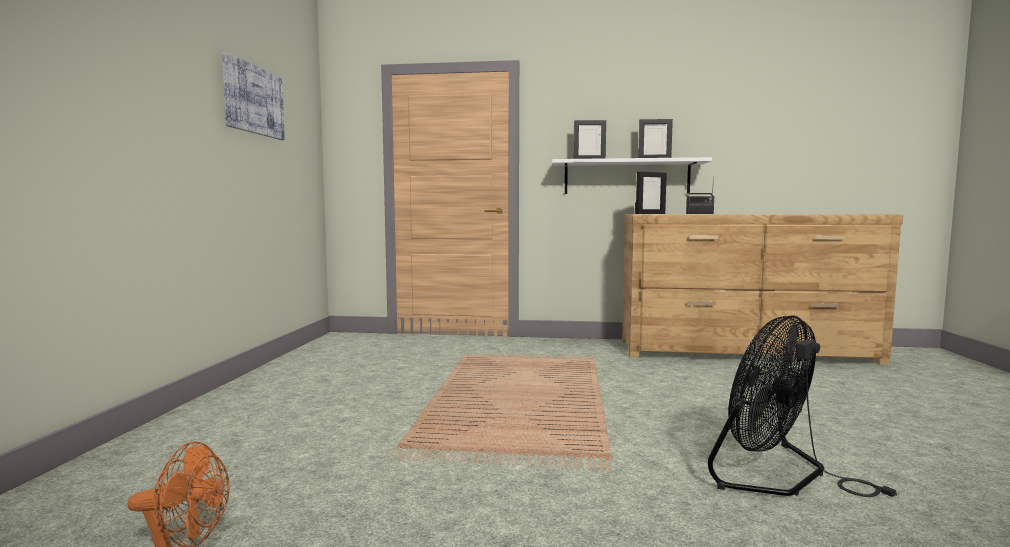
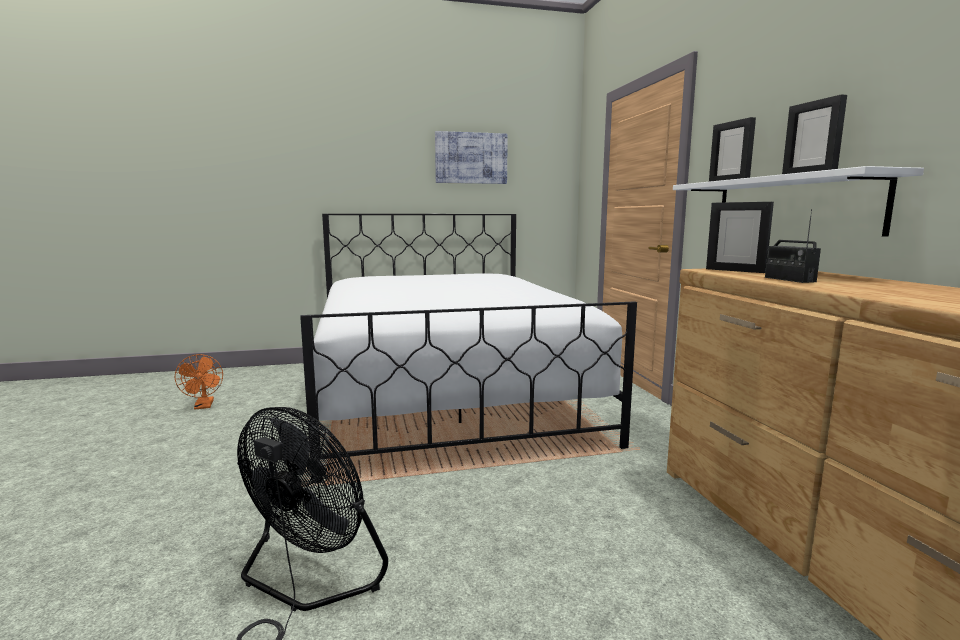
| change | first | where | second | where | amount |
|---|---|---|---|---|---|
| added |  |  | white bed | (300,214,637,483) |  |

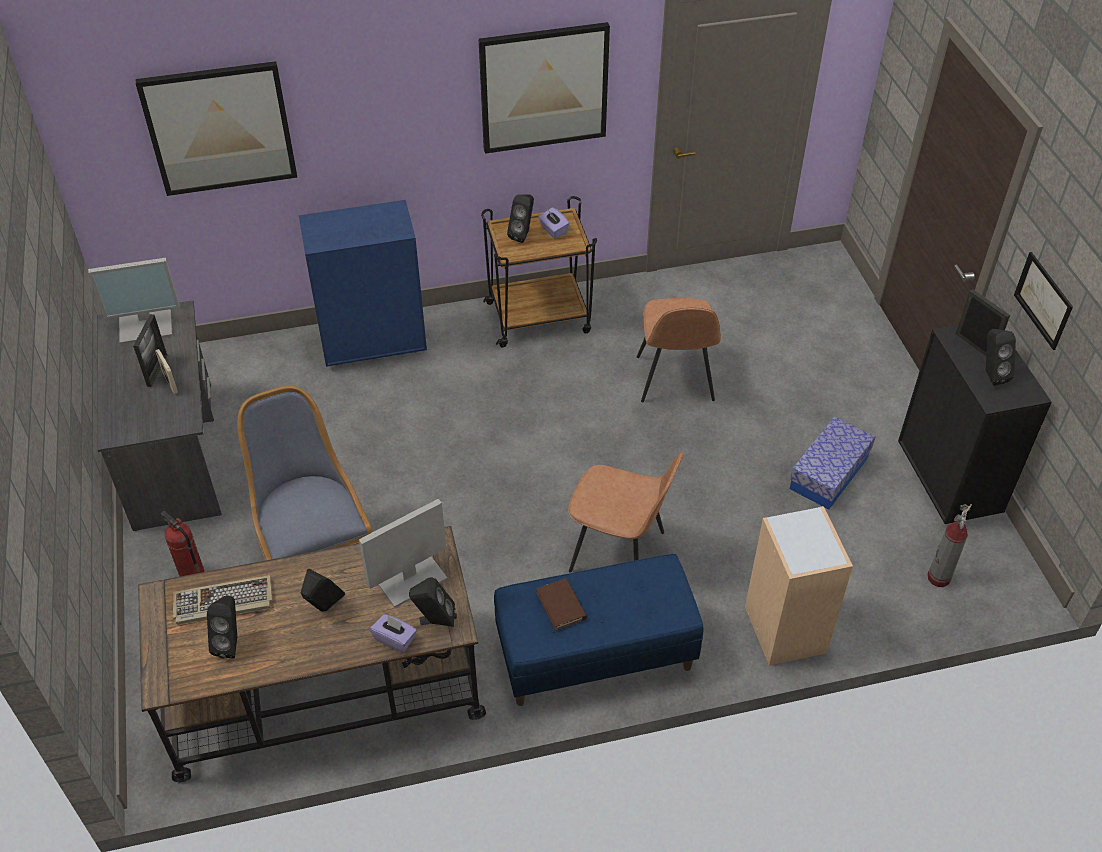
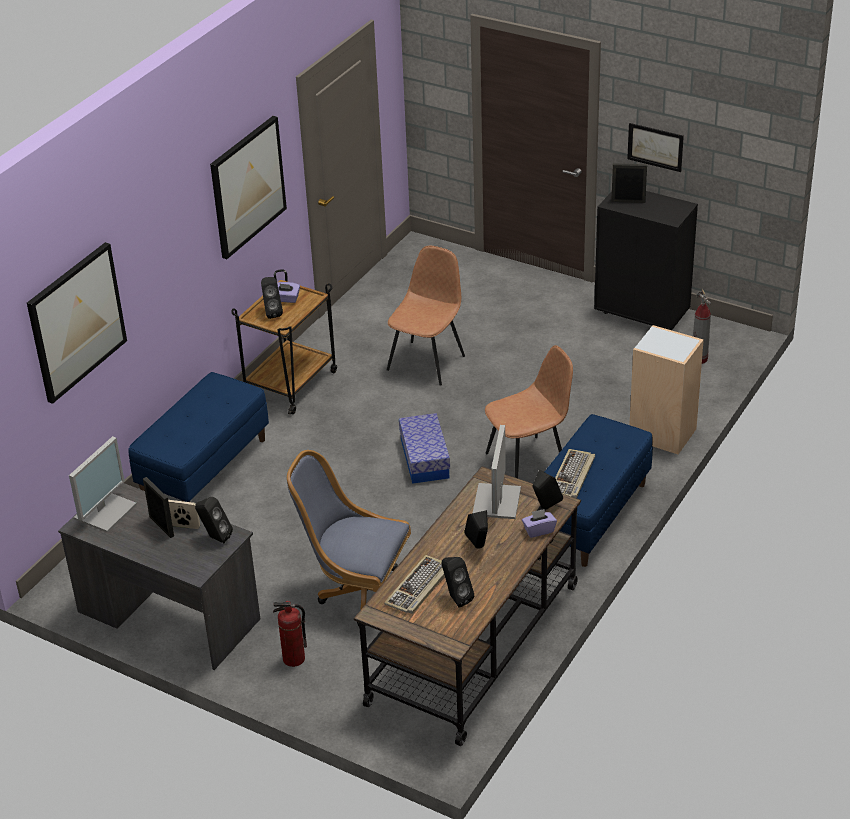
| change | first | where | second | where | amount |
|---|---|---|---|---|---|
| replaced | blue cabinet | (299,200,427,367) | blue bench | (129,372,269,502) |  |
| moved | black speaker | (986,329,1016,386) |  | (195,497,233,543) |  |
| turned | brown chair | (637,298,721,403) |  | (387,246,465,385) | 105 degrees counterclockwise |
| moved | storage box | (790,416,875,510) |  | (399,413,450,484) |  |
| replaced | brown book | (536,578,587,630) | keyboard | (555,449,595,498) |  |

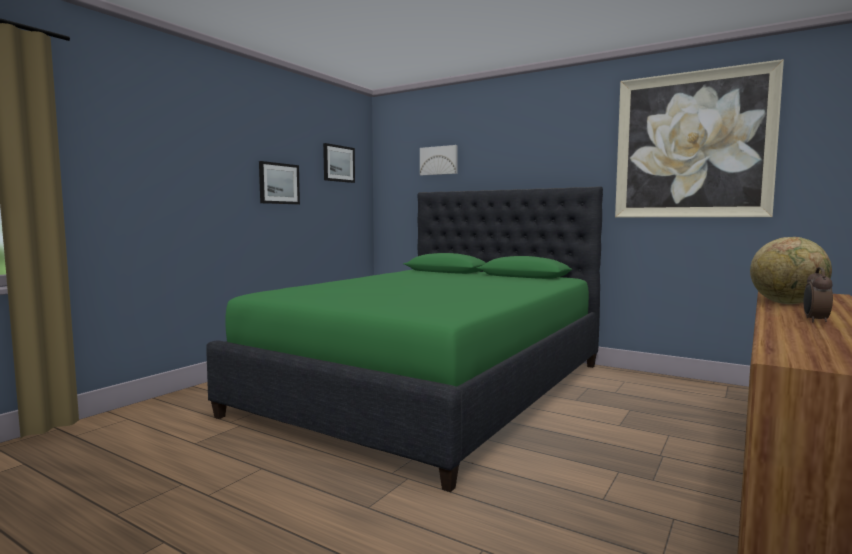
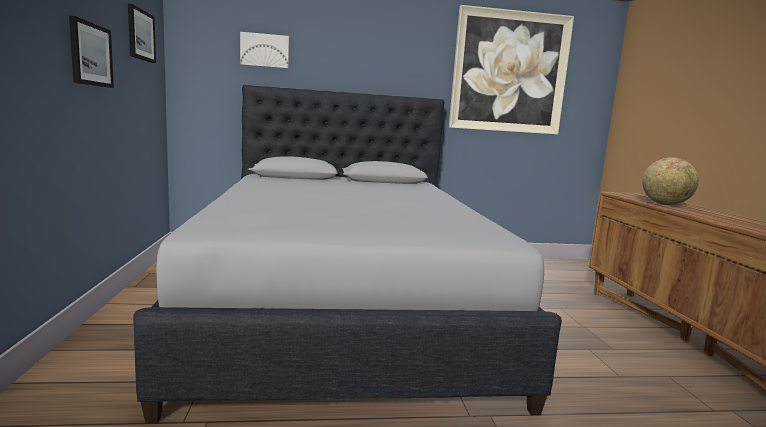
| change | first | where | second | where | amount |
|---|---|---|---|---|---|
| recoloured | green bed | (206,186,603,492) | grey bed | (133,85,562,424) |  |
| removed | alarm clock | (803,267,833,323) |  |  |  |

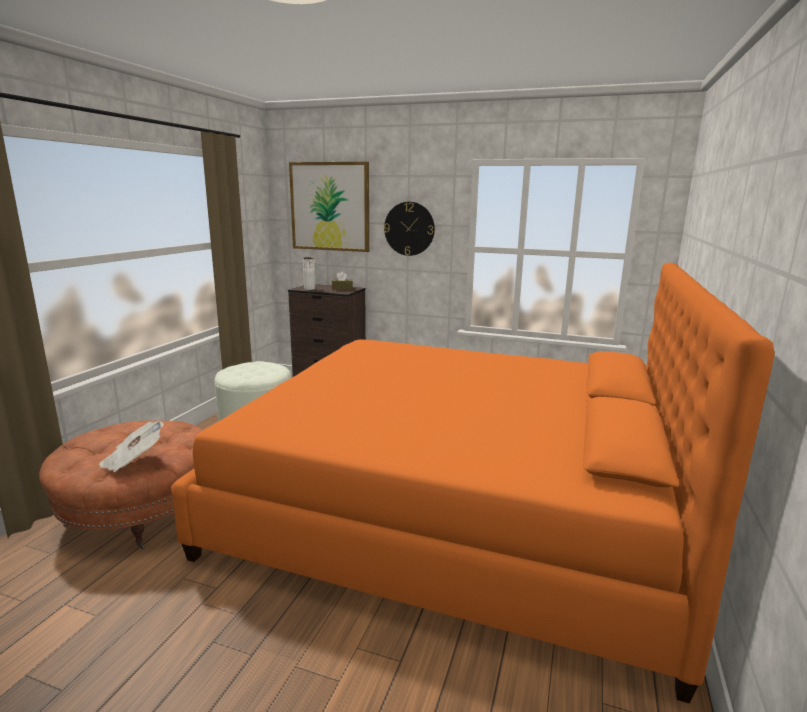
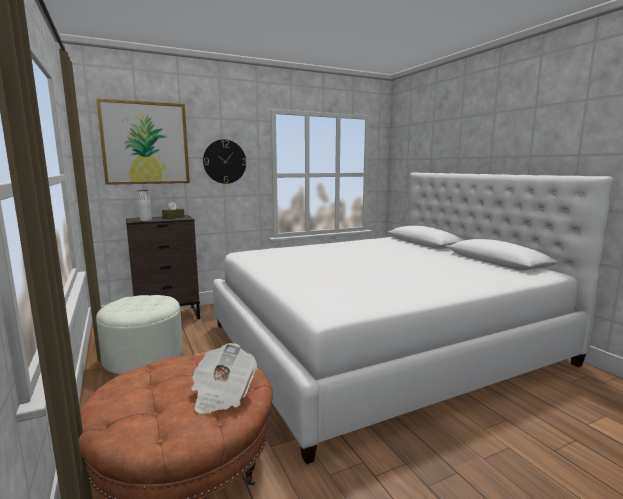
| change | first | where | second | where | amount |
|---|---|---|---|---|---|
| recoloured | orange bed | (171,262,775,704) | white bed | (213,172,614,464) |  |

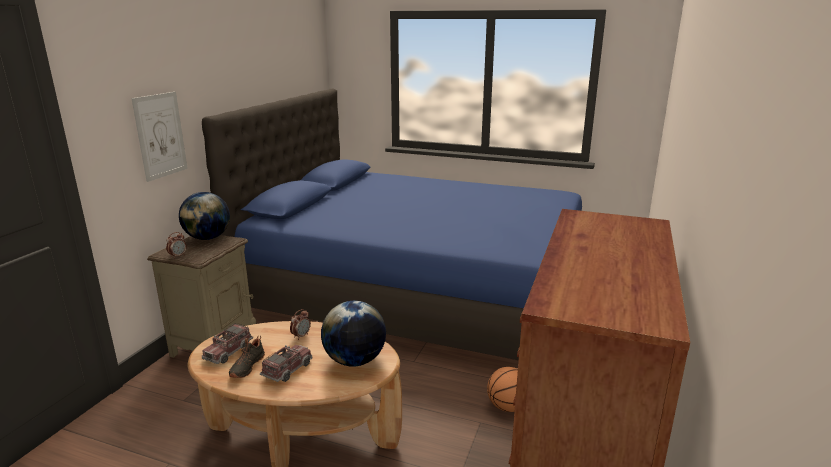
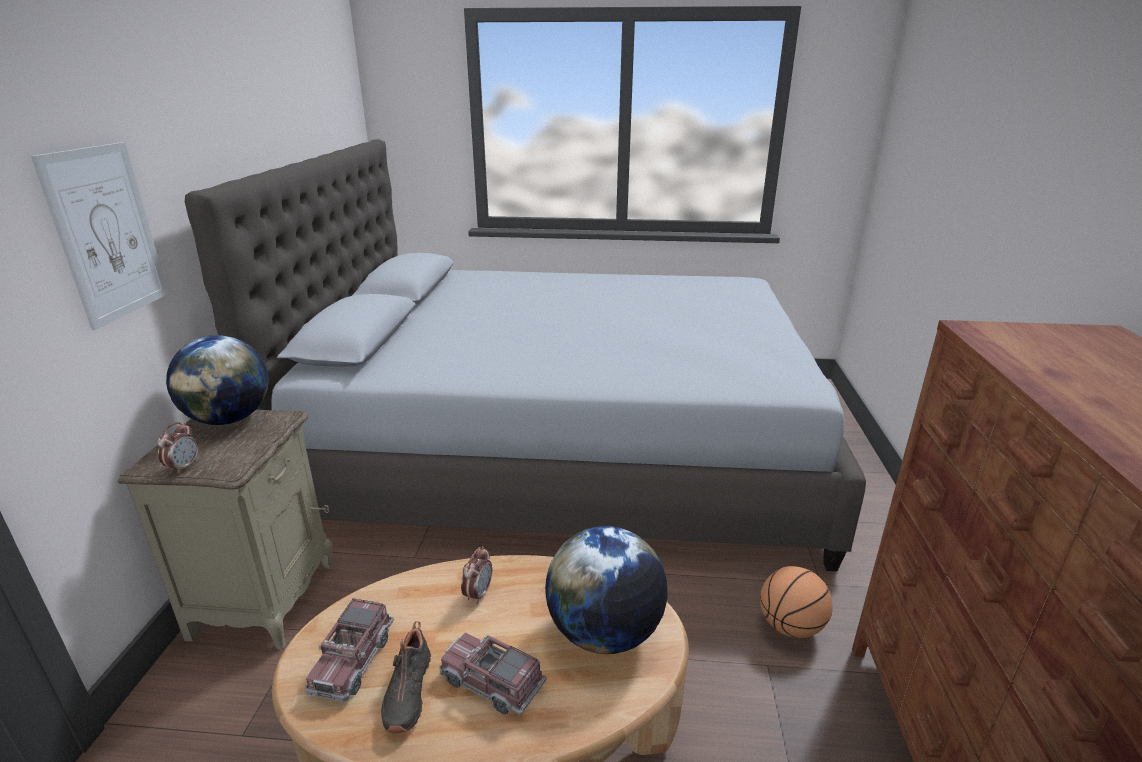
| change | first | where | second | where | amount |
|---|---|---|---|---|---|
| recoloured | blue bed | (202,88,582,360) | grey bed | (185,139,866,571) |  |
| turned | toy truck | (260,345,312,382) |  | (439,632,547,715) | 75 degrees counterclockwise |

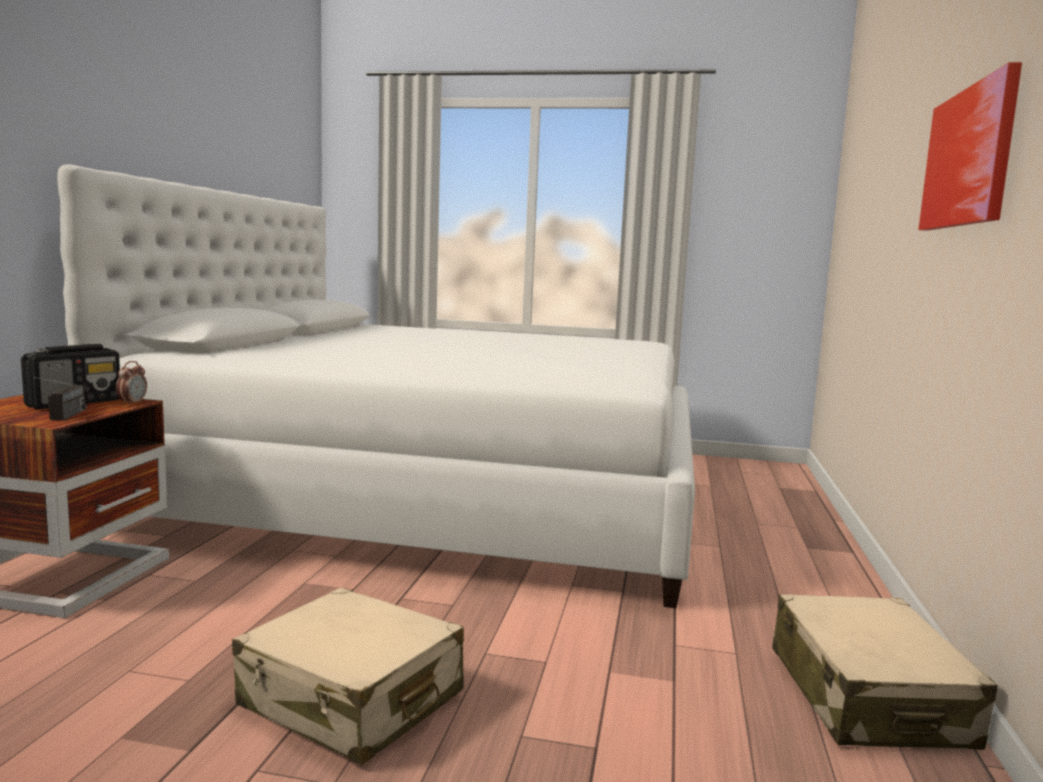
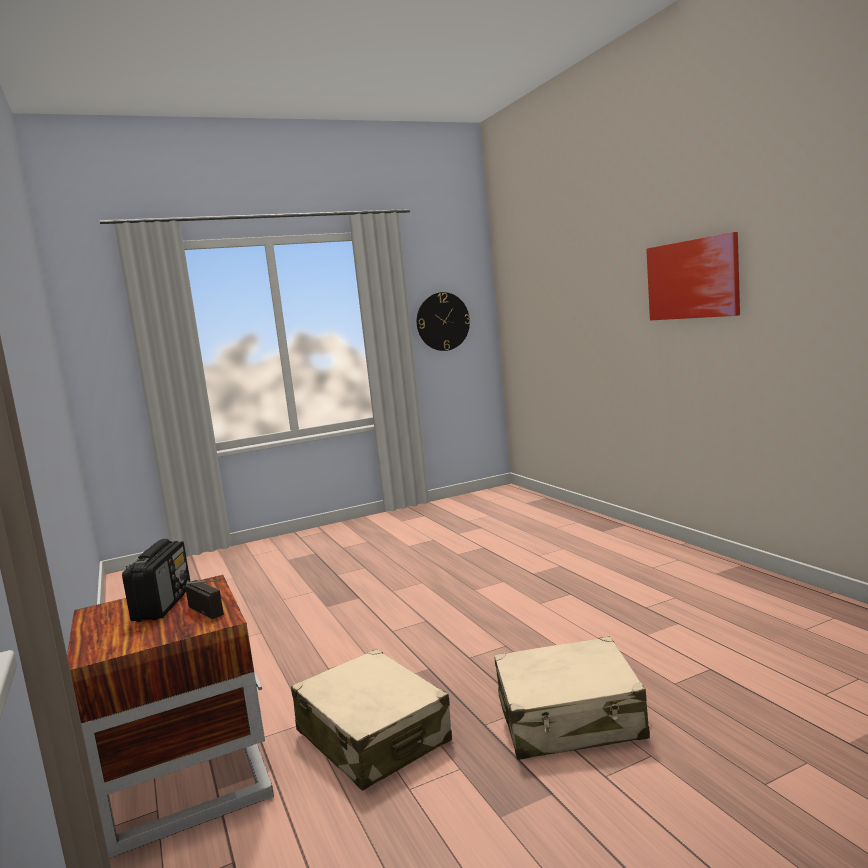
| change | first | where | second | where | amount |
|---|---|---|---|---|---|
| moved | beige suitcase | (772,594,998,750) |  | (291,649,452,791) |  |
| added |  |  | wall clock | (417,292,470,351) |  |
| removed | white bed | (57,164,695,608) |  |  |  |
| removed | alarm clock | (116,361,147,406) |  |  |  |

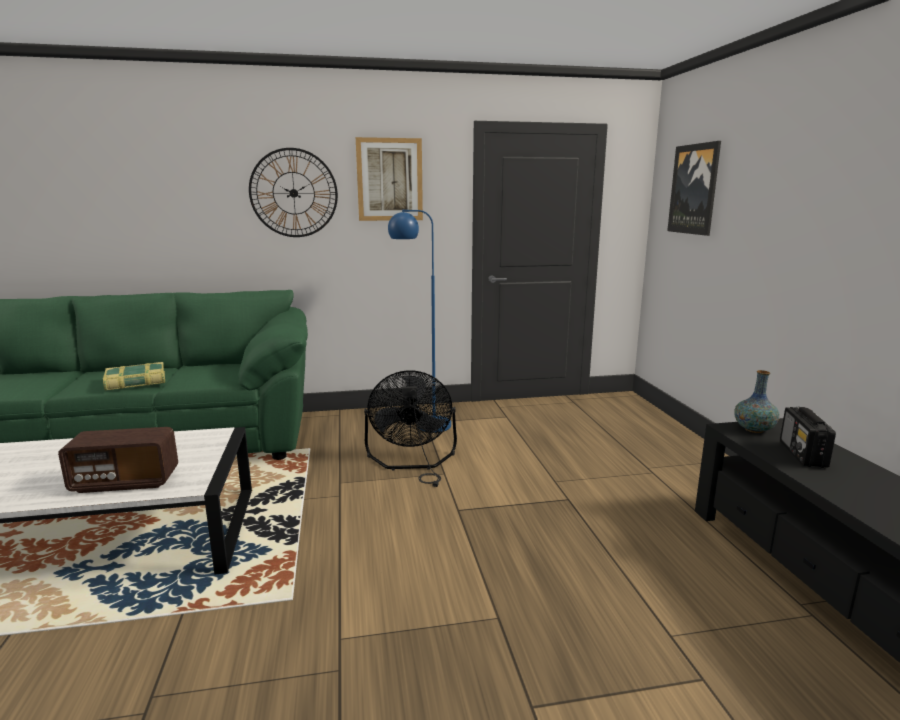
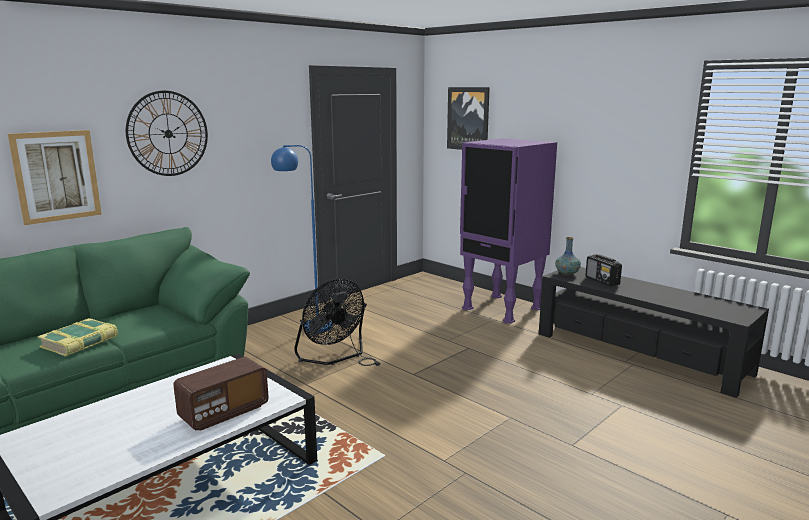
| change | first | where | second | where | amount |
|---|---|---|---|---|---|
| moved | picture | (356,137,423,221) |  | (8,130,102,225) |  |
| added |  |  | purple cabinet | (460,138,557,323) |  |

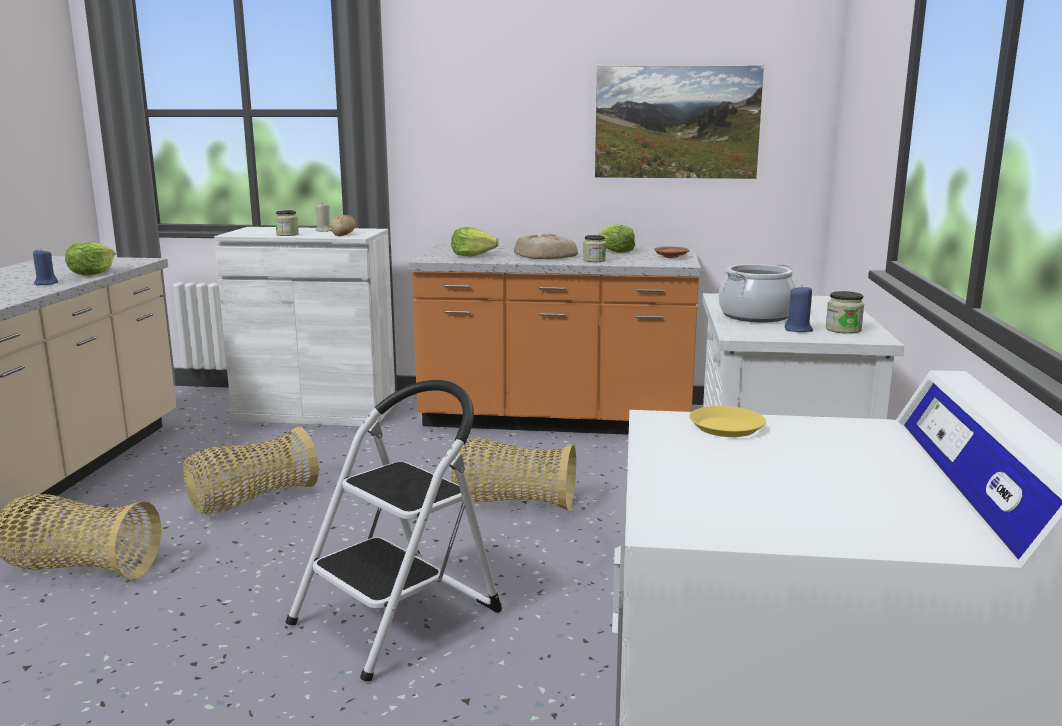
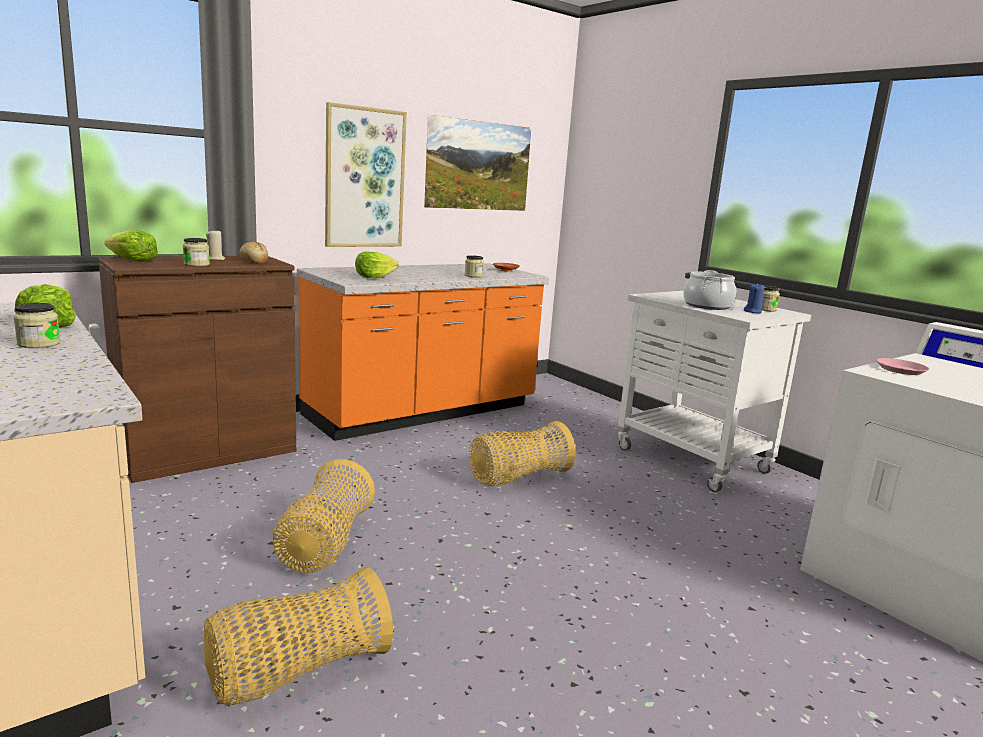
| change | first | where | second | where | amount |
|---|---|---|---|---|---|
| replaced | blue candle | (33,249,58,286) | jar | (13,303,60,348) |  |
| recoloured | white cabinet | (214,227,395,427) | brown cabinet | (98,256,296,483) |  |
| moved | lettuce | (598,225,635,253) |  | (105,230,158,262) |  |
| added |  |  | picture | (325,102,407,247) |  |
| recoloured | yellow plate | (689,406,766,437) | pink plate | (876,358,929,375) |  |
| removed | step ladder | (286,380,502,681) |  |  |  |
| removed | bread | (514,234,578,259) |  |  |  |

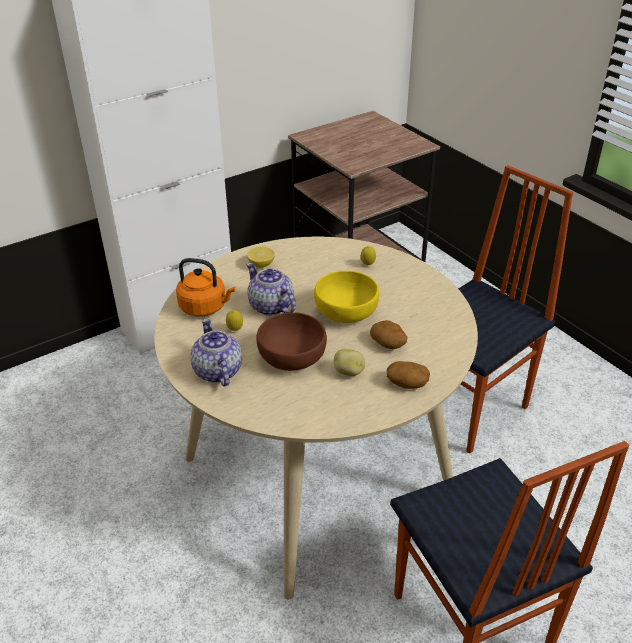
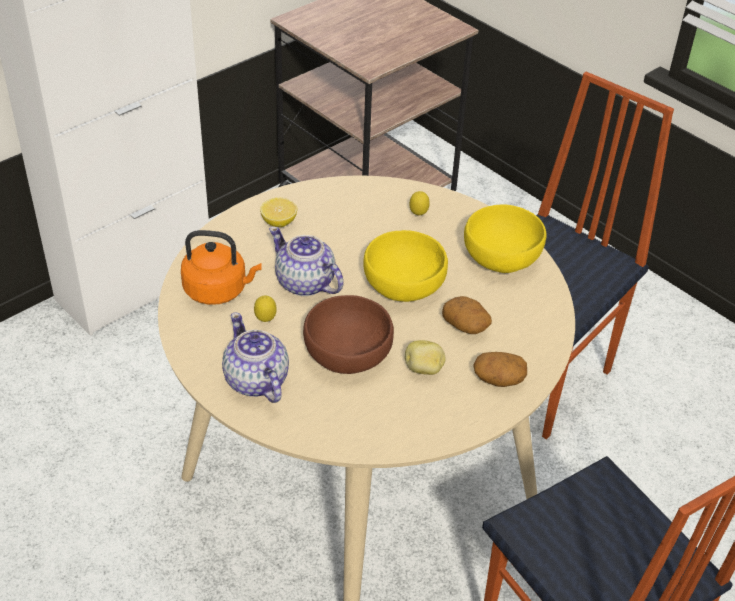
| change | first | where | second | where | amount |
|---|---|---|---|---|---|
| added |  |  | yellow bowl | (464,204,546,273) |  |

